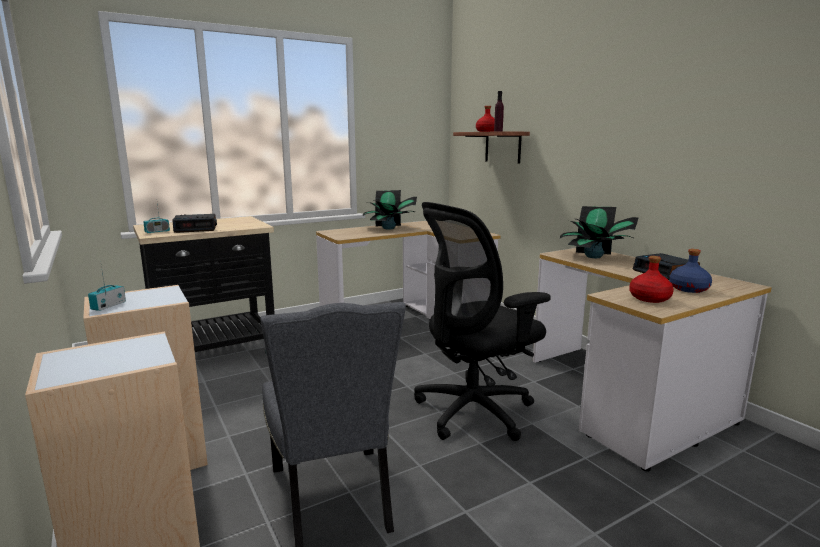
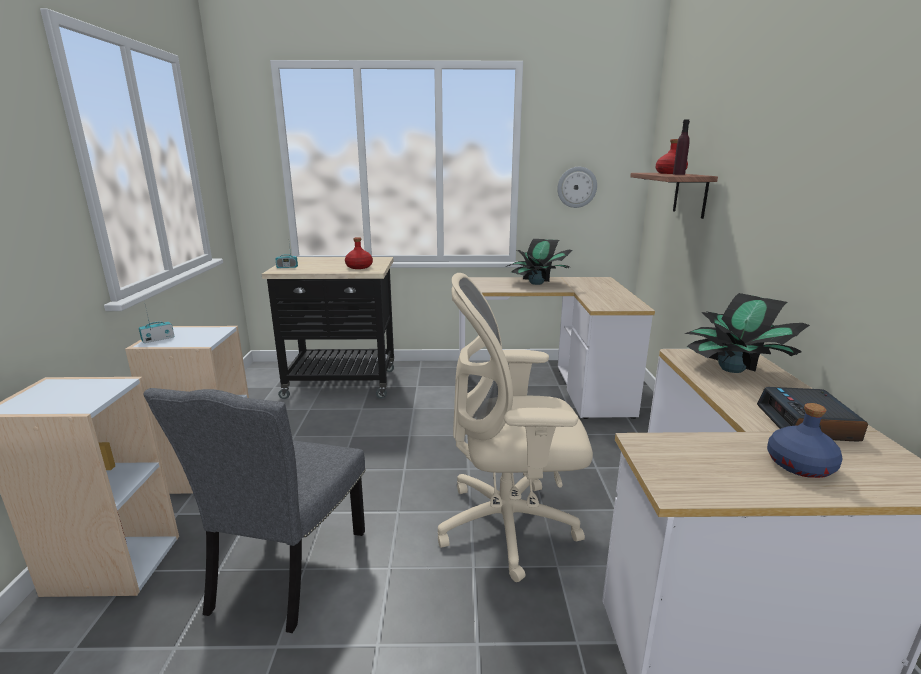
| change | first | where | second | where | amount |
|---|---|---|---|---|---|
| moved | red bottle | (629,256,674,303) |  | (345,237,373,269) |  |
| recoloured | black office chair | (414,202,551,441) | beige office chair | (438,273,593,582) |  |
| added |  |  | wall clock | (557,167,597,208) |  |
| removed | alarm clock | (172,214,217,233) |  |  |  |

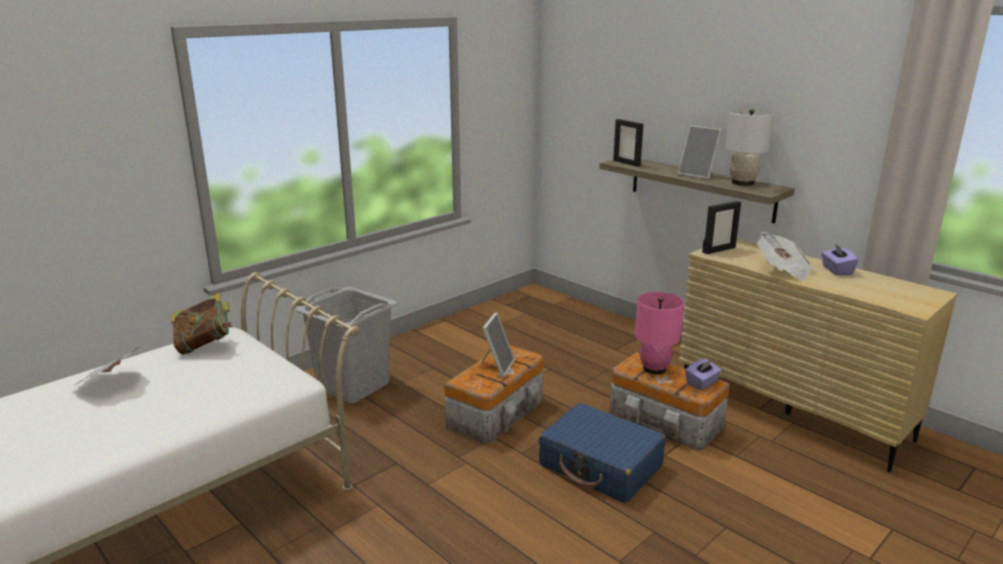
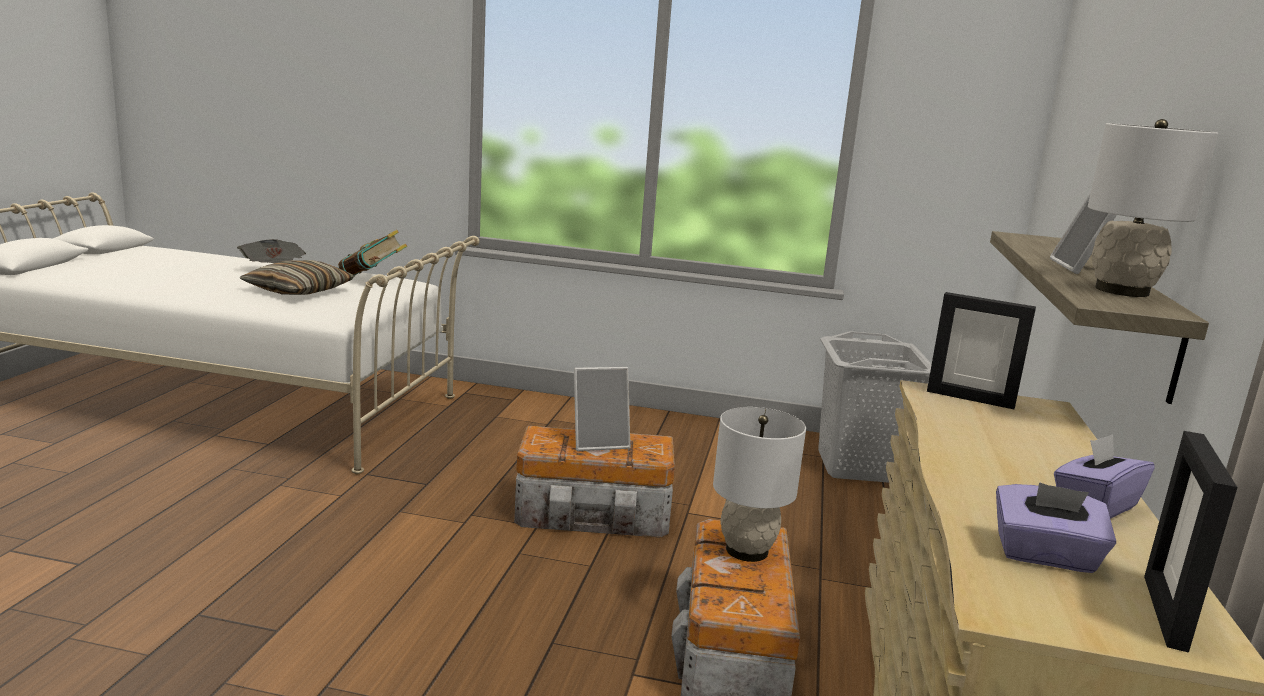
| change | first | where | second | where | amount |
|---|---|---|---|---|---|
| added |  |  | pillow | (240,260,354,295) |  |
| recoloured | pink table lamp | (635,292,684,375) | white table lamp | (713,407,806,562) |  |
| moved | grey laundry basket | (295,287,397,403) |  | (818,331,932,483) |  |
| moved | purple tissue box | (685,359,722,390) |  | (996,482,1116,573) |  |
| moved | picture frame | (613,119,643,167) |  | (1144,431,1238,652) |  |
| removed | blue suitcase | (539,403,666,503) |  |  |  |
| removed | newspaper | (757,232,814,281) |  |  |  |

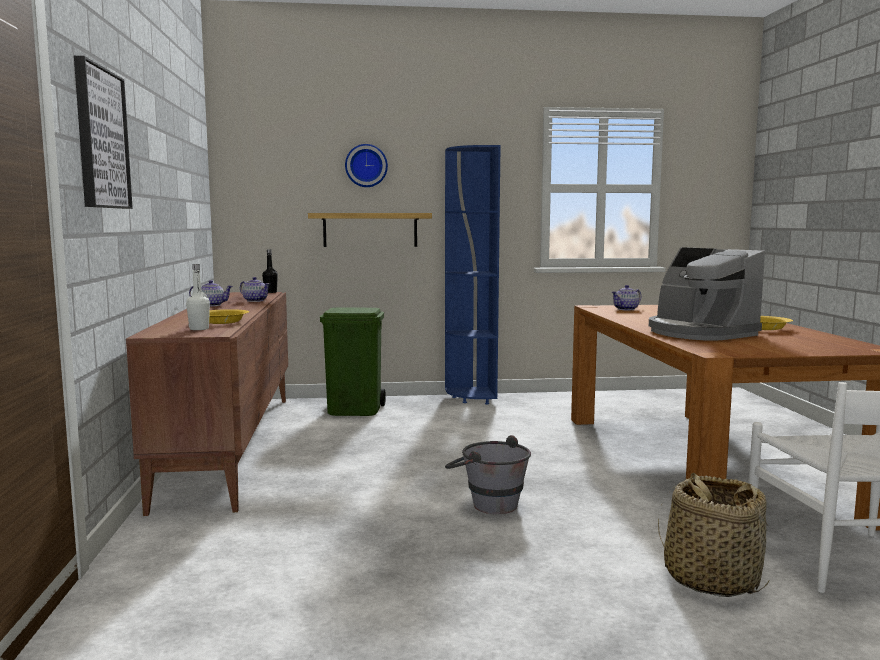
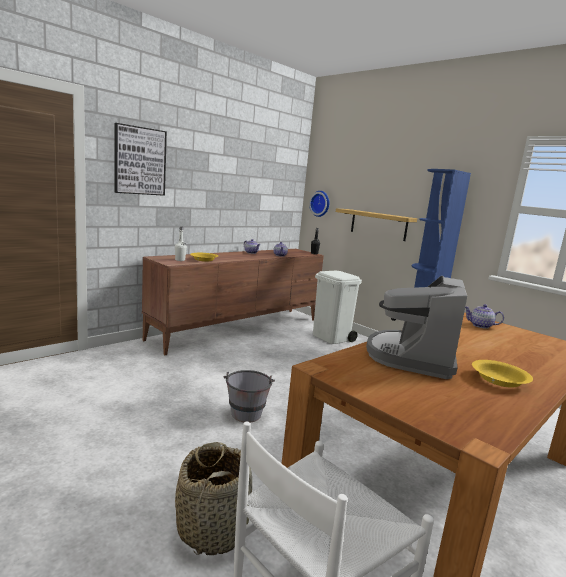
| change | first | where | second | where | amount |
|---|---|---|---|---|---|
| moved | wall clock | (345,144,388,187) |  | (309,191,329,217) |  |
| recoloured | green trash can | (320,308,386,416) | white trash can | (313,271,362,344) |  |

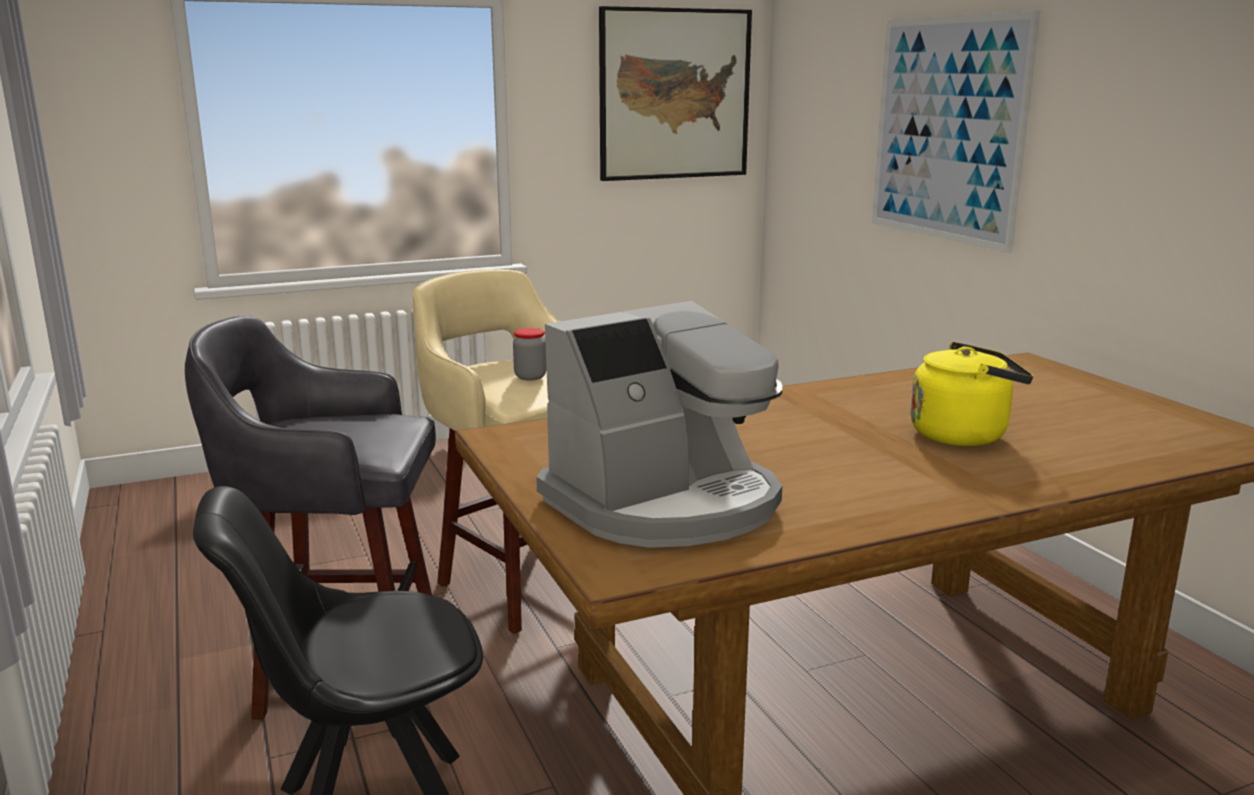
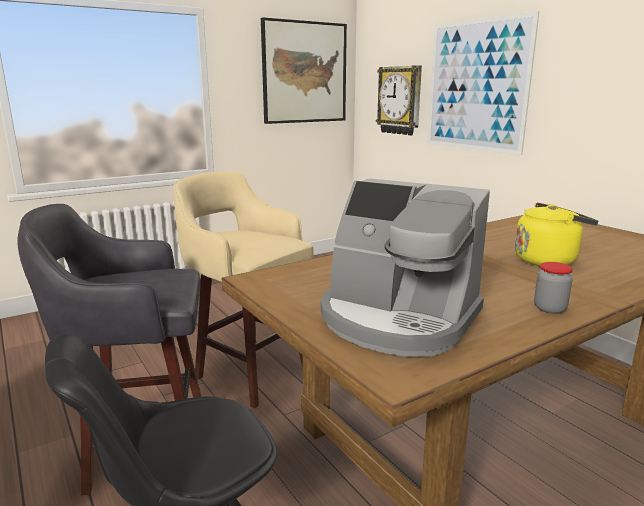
| change | first | where | second | where | amount |
|---|---|---|---|---|---|
| turned | coffee machine | (536,301,783,548) |  | (321,178,490,357) | 75 degrees clockwise |
| added |  |  | wall clock | (376,65,422,135) |  |
| moved | jar | (513,328,547,380) |  | (534,262,573,314) |  |

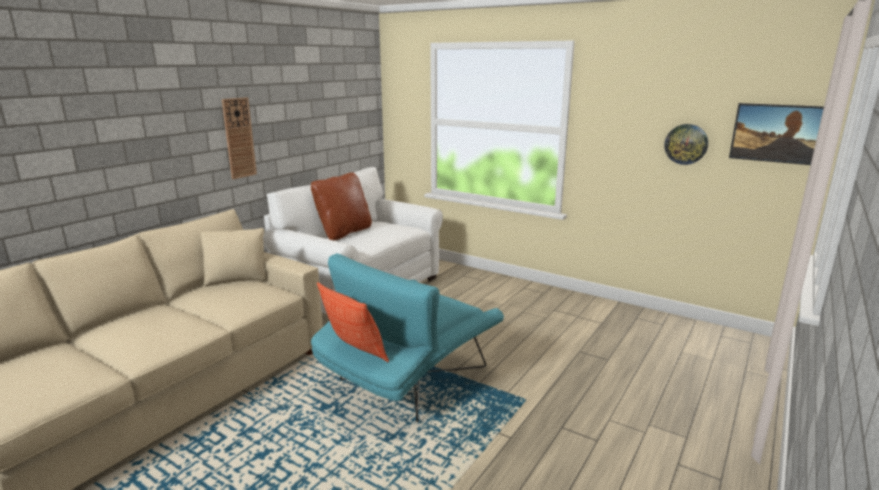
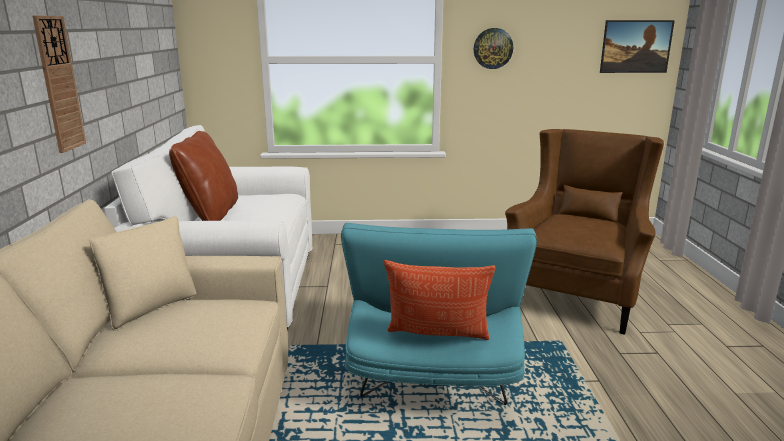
| change | first | where | second | where | amount |
|---|---|---|---|---|---|
| moved | wall clock | (664,124,708,165) |  | (474,28,513,69) |  |
| added |  |  | brown armchair | (505,129,664,335) |  |

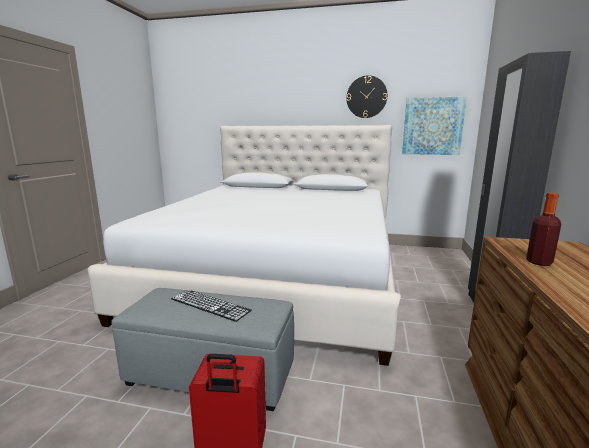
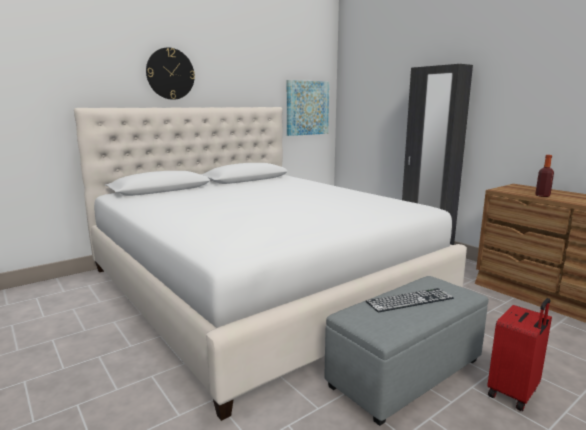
| change | first | where | second | where | amount |
|---|---|---|---|---|---|
| moved | wall clock | (346,75,387,118) |  | (146,47,195,100) |  |

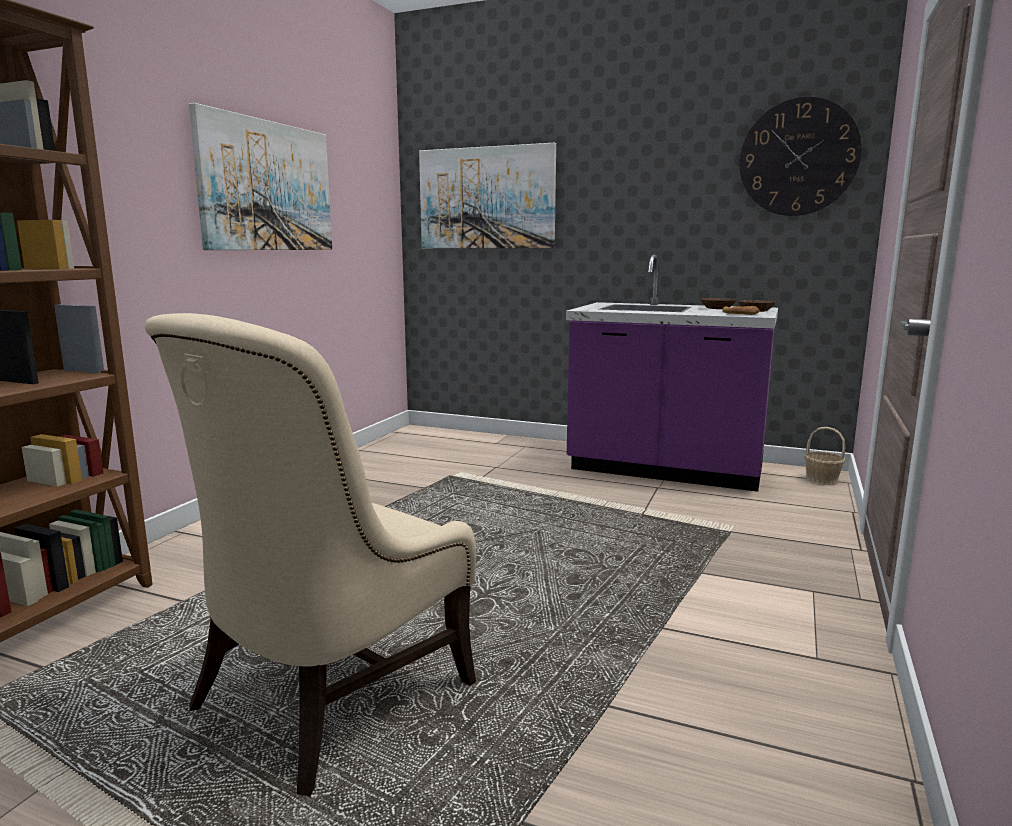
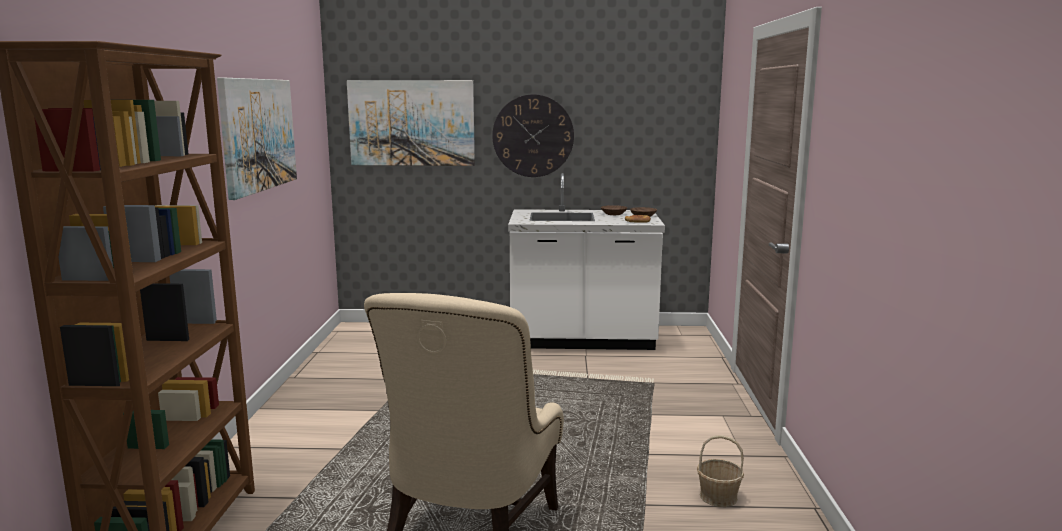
| change | first | where | second | where | amount |
|---|---|---|---|---|---|
| moved | wall clock | (739,96,862,216) |  | (492,94,574,177) |  |
| recoloured | purple counter | (566,255,778,492) | white counter | (508,173,665,350) |  |
| moved | basket | (804,427,845,485) |  | (697,435,744,507) |  |

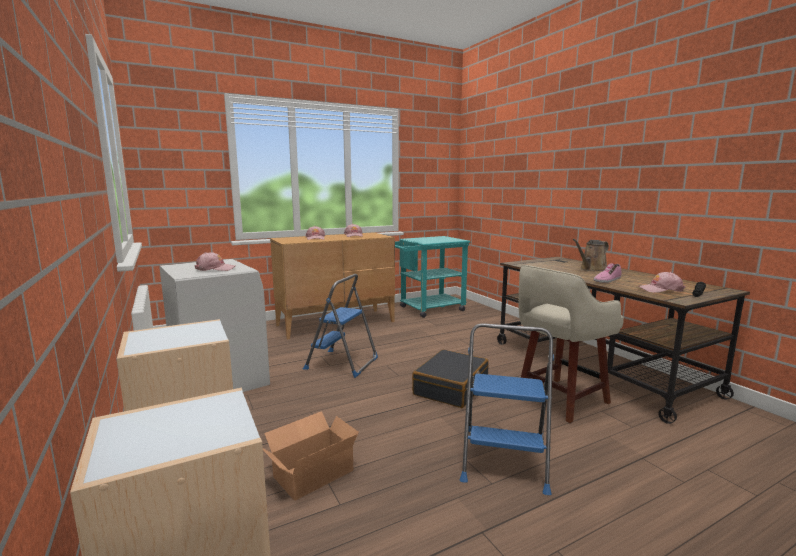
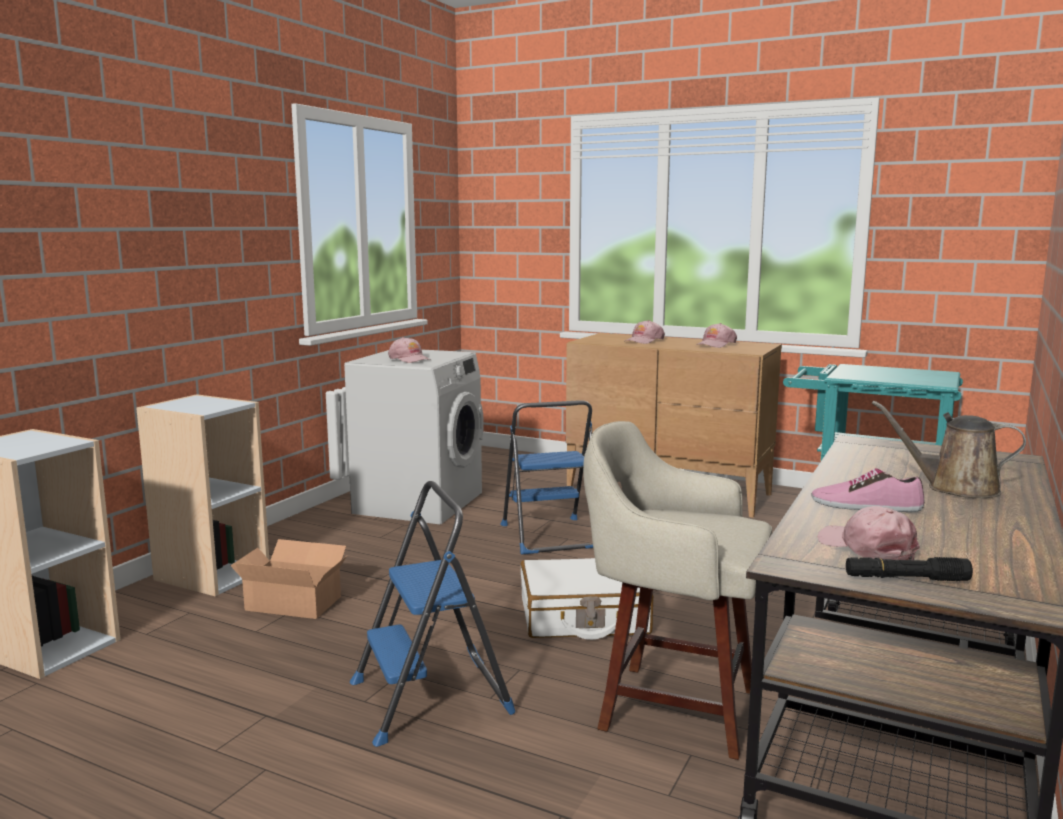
| change | first | where | second | where | amount |
|---|---|---|---|---|---|
| recoloured | black suitcase | (412,349,489,408) | white suitcase | (521,558,653,640) |  |

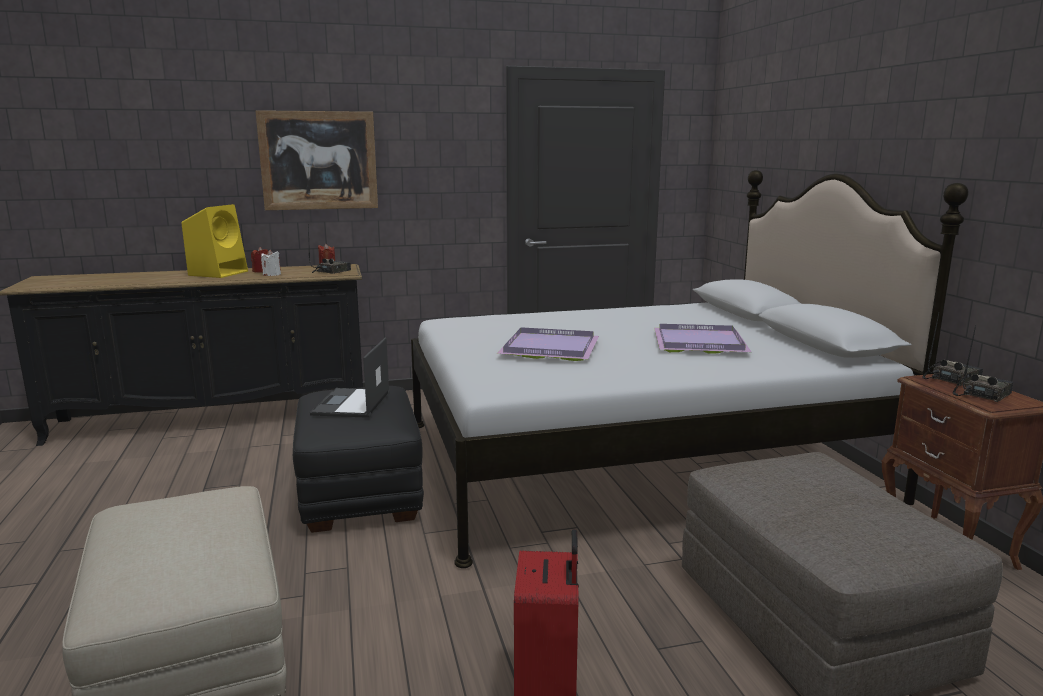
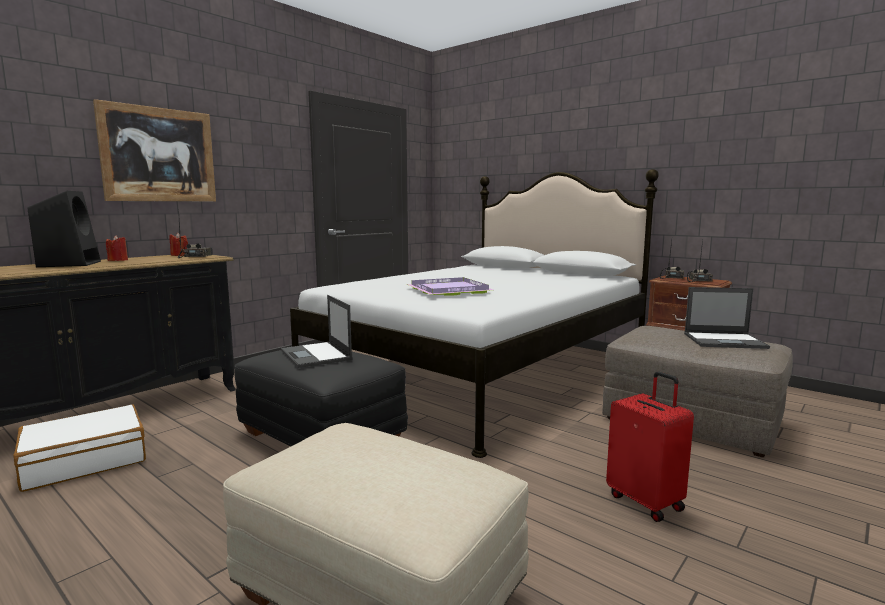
| change | first | where | second | where | amount |
|---|---|---|---|---|---|
| added |  |  | white suitcase | (13,404,146,492) |  |
| recoloured | yellow speaker | (181,204,248,278) | black speaker | (27,191,101,267) |  |
| added |  |  | laptop | (684,287,770,349) |  |
| removed | white candle | (261,250,281,276) |  |  |  |
| removed | purple tray | (654,324,751,354) |  |  |  |

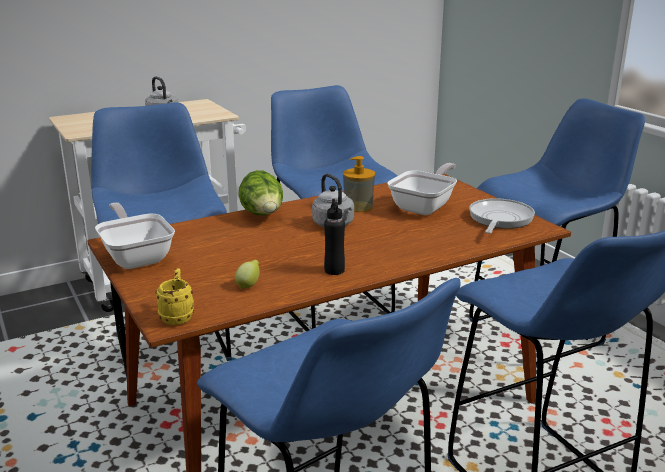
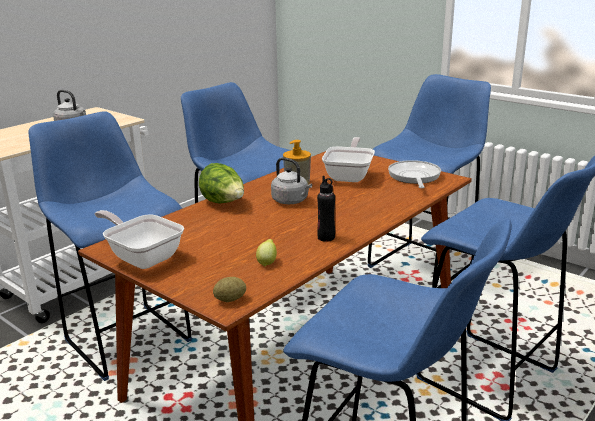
| change | first | where | second | where | amount |
|---|---|---|---|---|---|
| replaced | yellow mug | (156,268,194,325) | potato | (213,277,246,302) |  |

